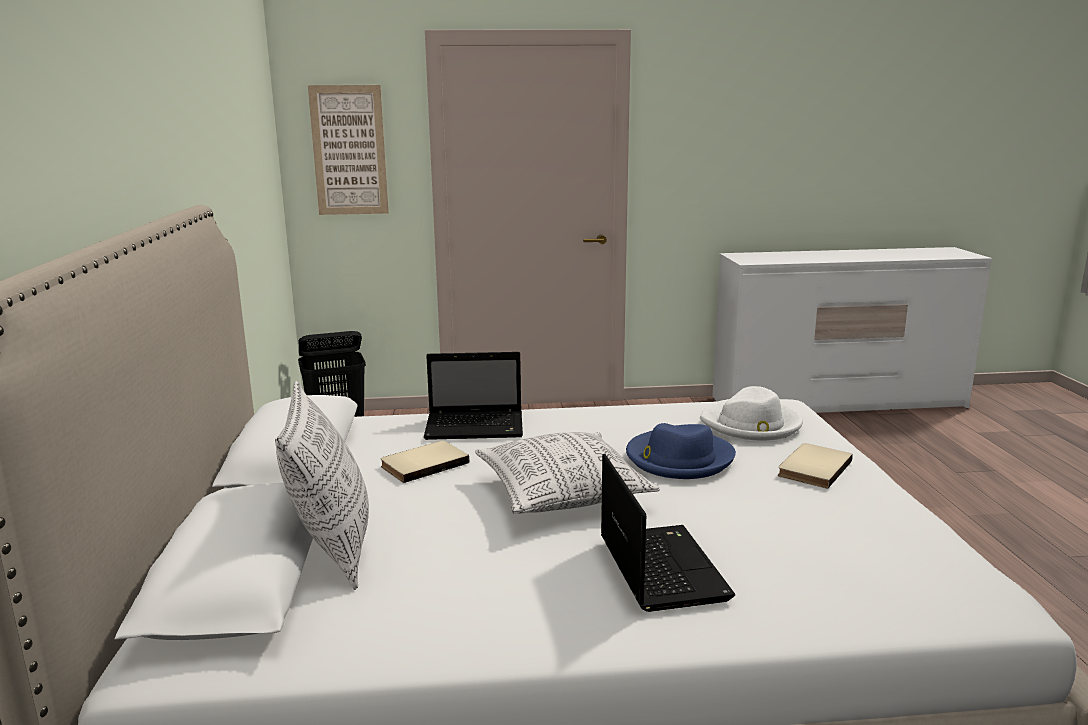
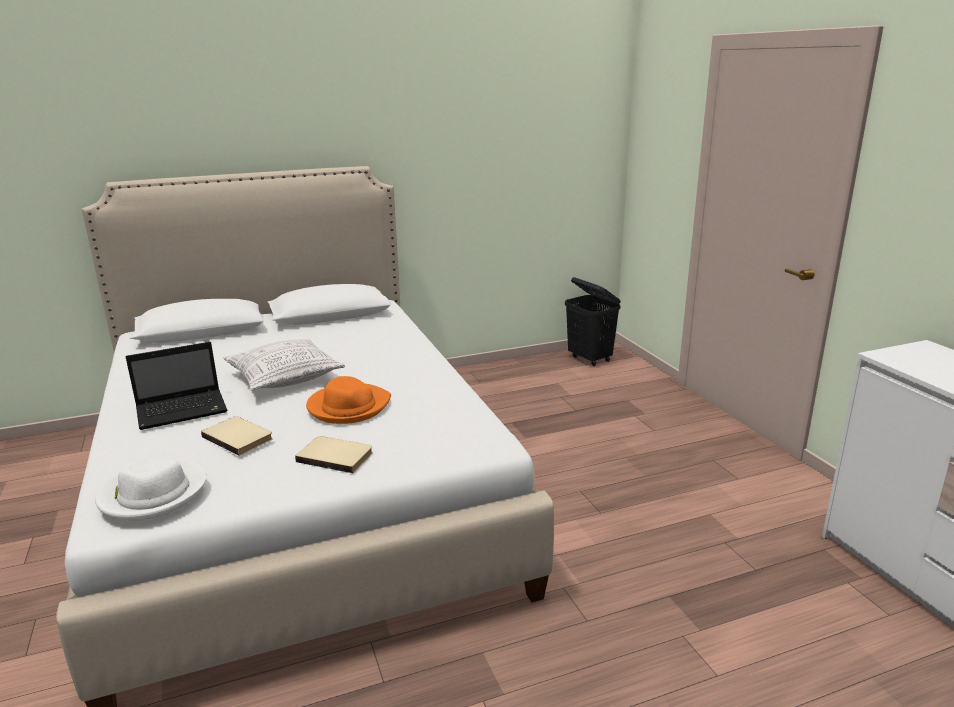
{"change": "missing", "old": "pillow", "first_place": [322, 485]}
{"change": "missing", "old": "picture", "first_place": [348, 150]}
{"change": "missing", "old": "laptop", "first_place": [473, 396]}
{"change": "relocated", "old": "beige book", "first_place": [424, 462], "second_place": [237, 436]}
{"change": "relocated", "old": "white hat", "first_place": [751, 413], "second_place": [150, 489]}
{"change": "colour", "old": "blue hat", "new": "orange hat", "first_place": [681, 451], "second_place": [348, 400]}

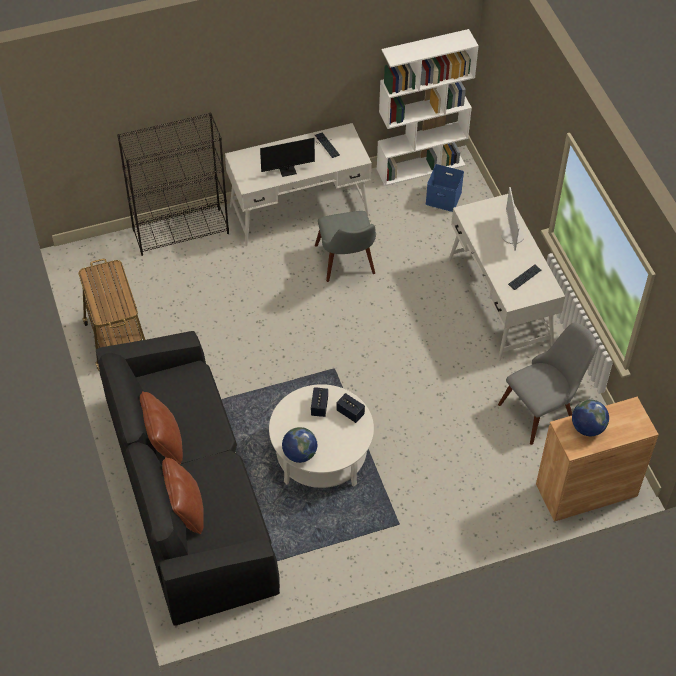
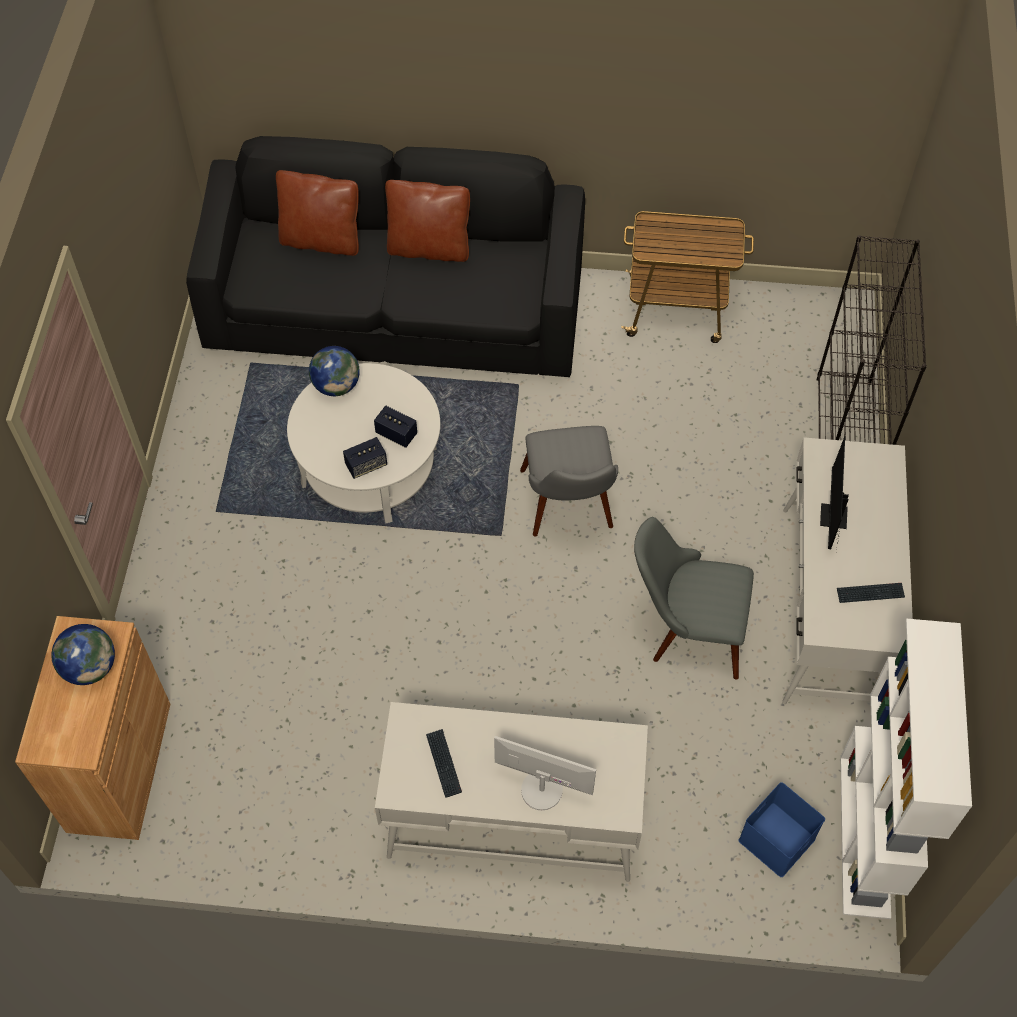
{"change": "relocated", "old": "grey chair", "first_place": [547, 383], "second_place": [569, 481]}

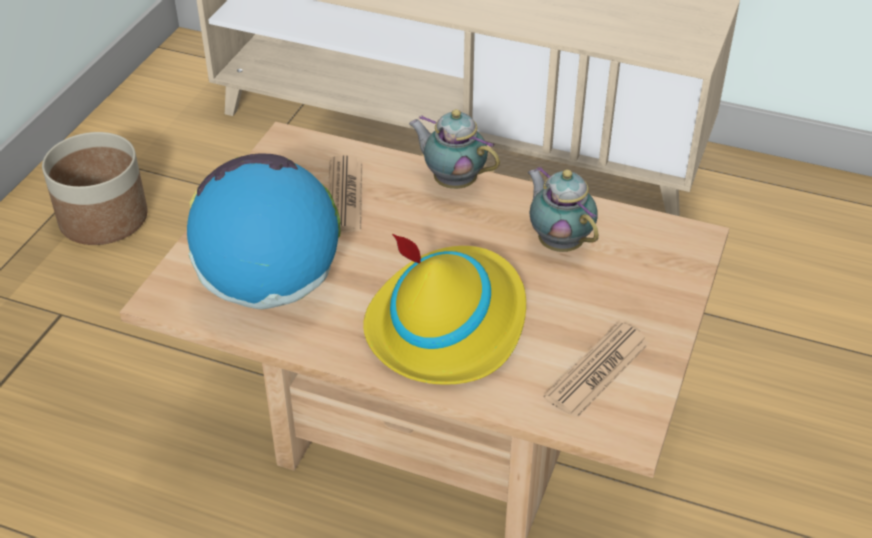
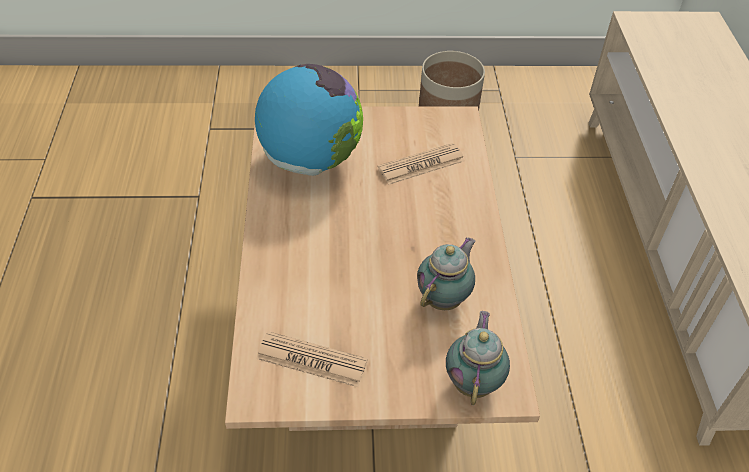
{"change": "missing", "old": "yellow hat", "first_place": [444, 309]}
{"change": "relocated", "old": "teapot", "first_place": [454, 149], "second_place": [478, 358]}

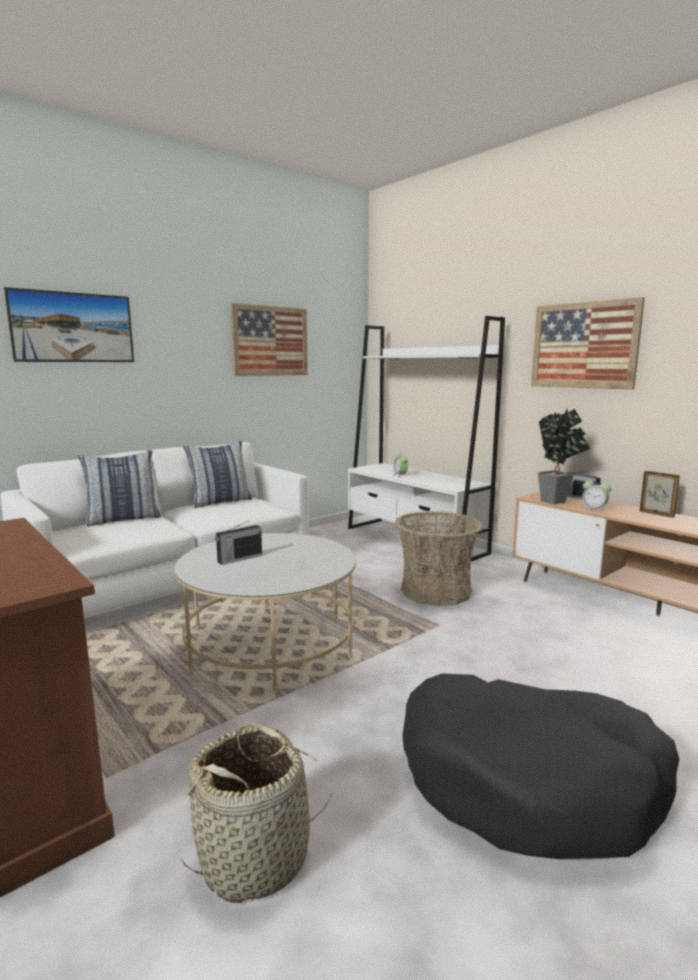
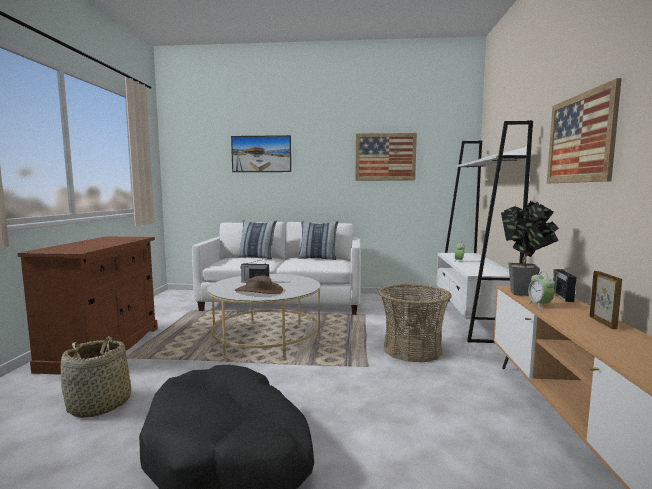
{"change": "appeared", "new": "brown hat", "second_place": [259, 284]}

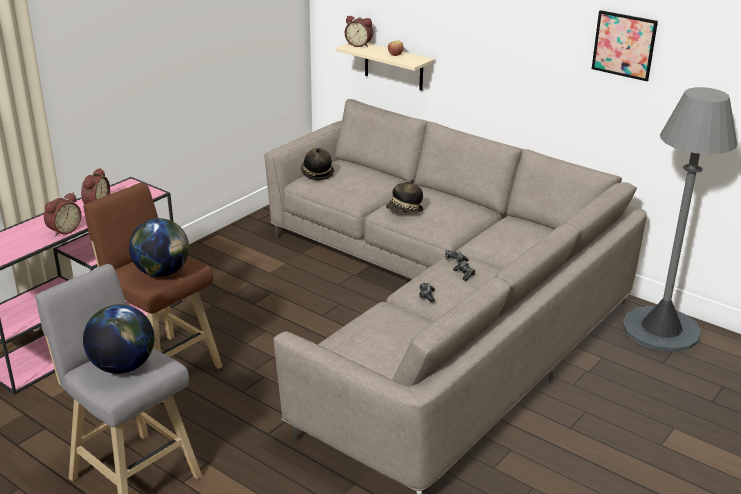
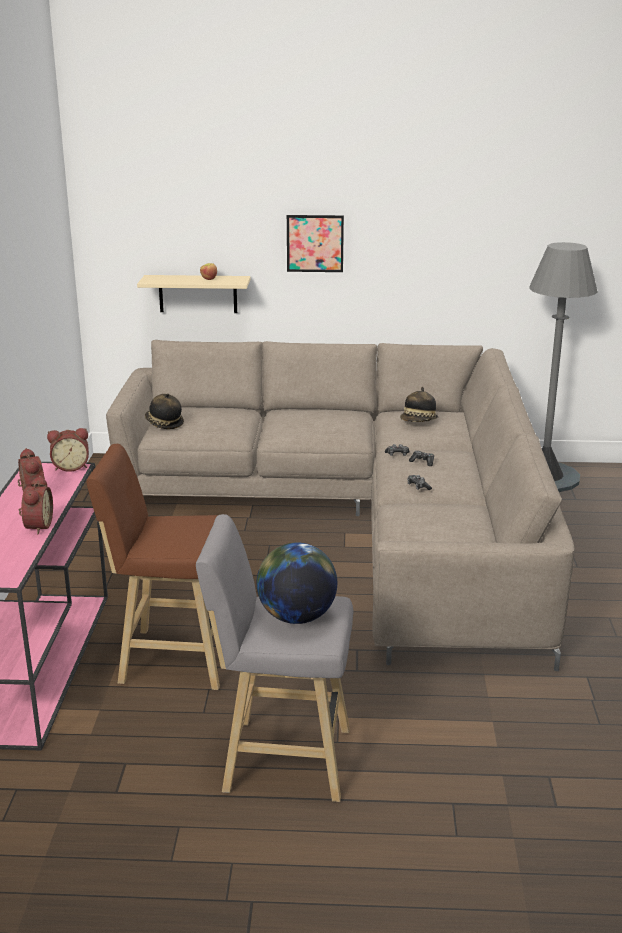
{"change": "missing", "old": "globe", "first_place": [159, 247]}
{"change": "relocated", "old": "alarm clock", "first_place": [359, 31], "second_place": [68, 450]}
{"change": "relocated", "old": "hat", "first_place": [404, 196], "second_place": [419, 404]}
{"change": "relocated", "old": "picture", "first_place": [625, 45], "second_place": [315, 243]}

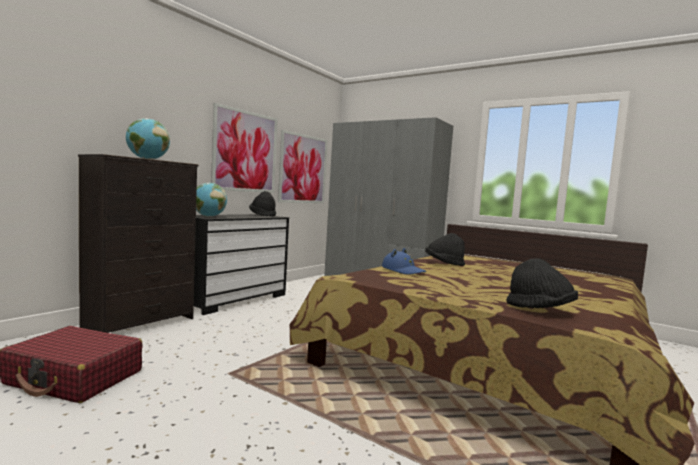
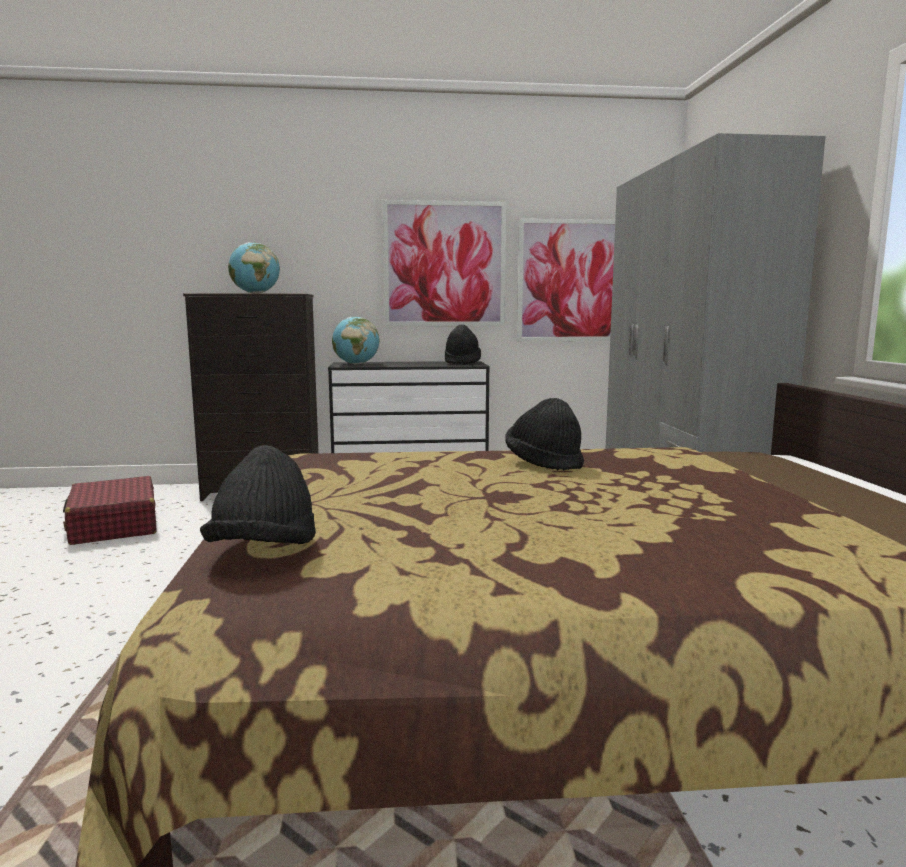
{"change": "missing", "old": "blue hat", "first_place": [404, 261]}

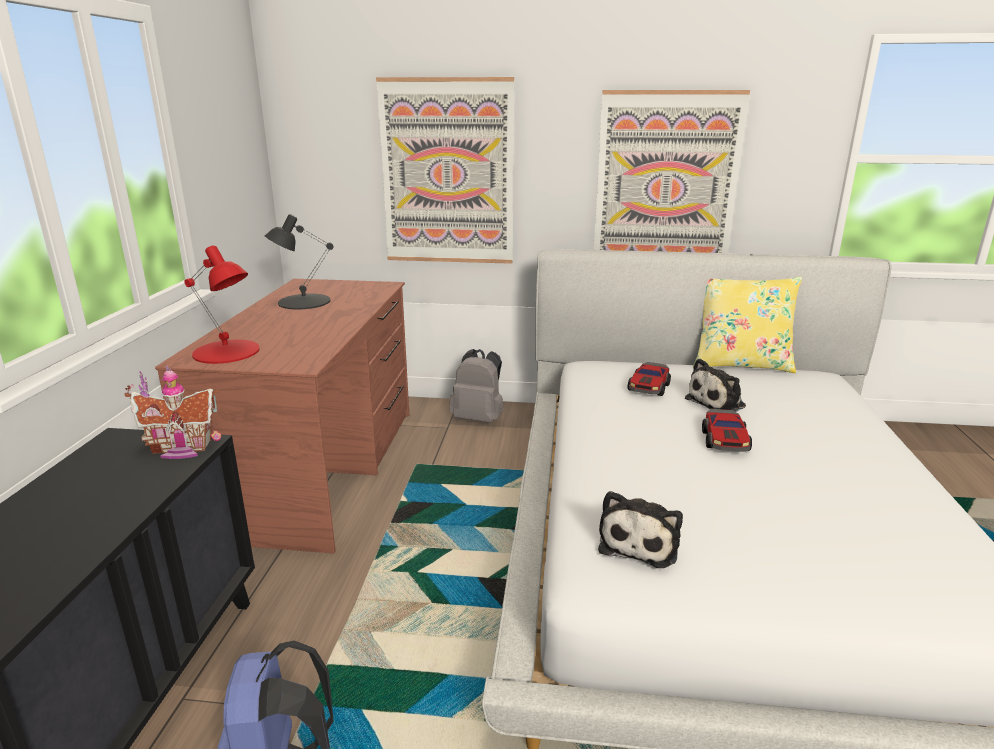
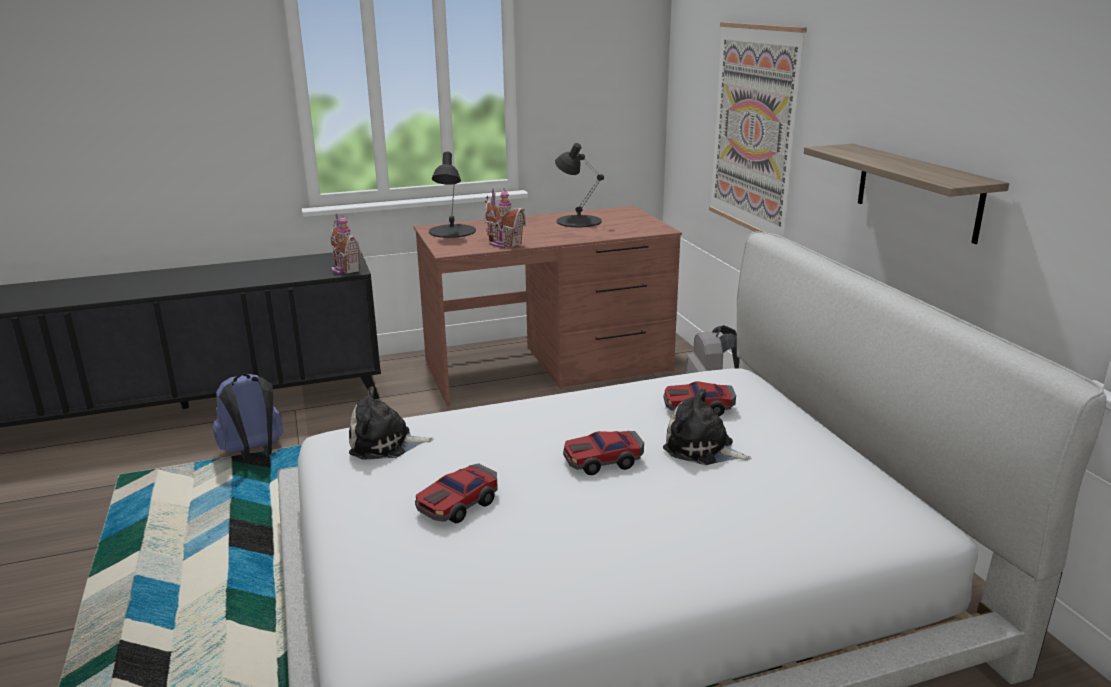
{"change": "missing", "old": "yellow pillow", "first_place": [747, 325]}
{"change": "appeared", "new": "toy car", "second_place": [456, 493]}
{"change": "appeared", "new": "toy house", "second_place": [505, 218]}
{"change": "exchanged", "old": "picture", "new": "shelf", "first_place": [671, 171], "second_place": [906, 194]}
{"change": "colour", "old": "red table lamp", "new": "black table lamp", "first_place": [222, 304], "second_place": [452, 194]}

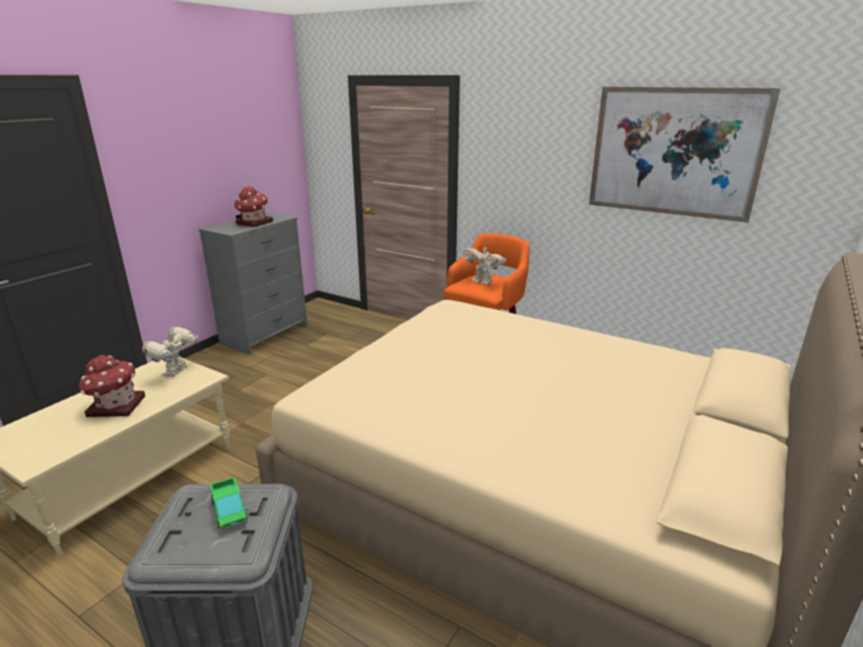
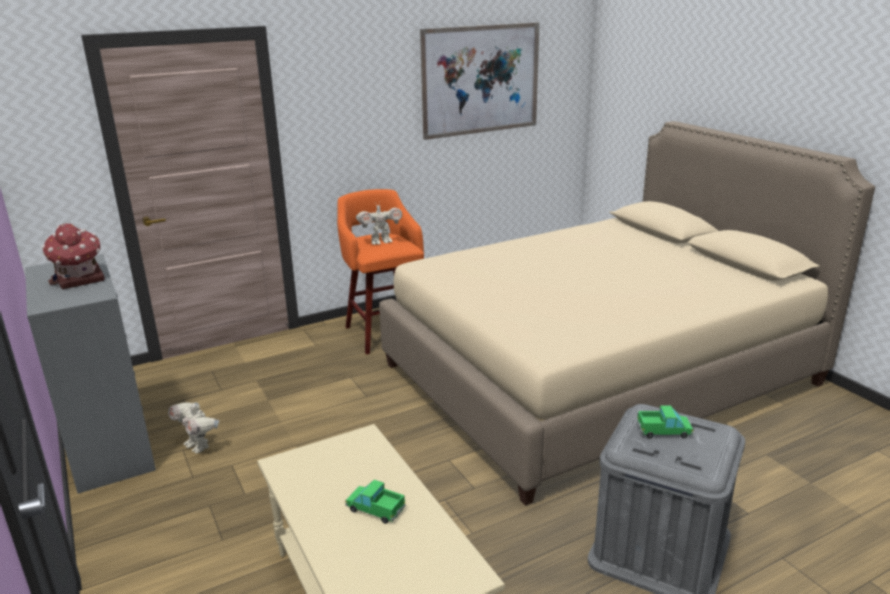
{"change": "relocated", "old": "toy robot", "first_place": [170, 352], "second_place": [193, 427]}
{"change": "exchanged", "old": "toy house", "new": "toy truck", "first_place": [112, 386], "second_place": [375, 502]}

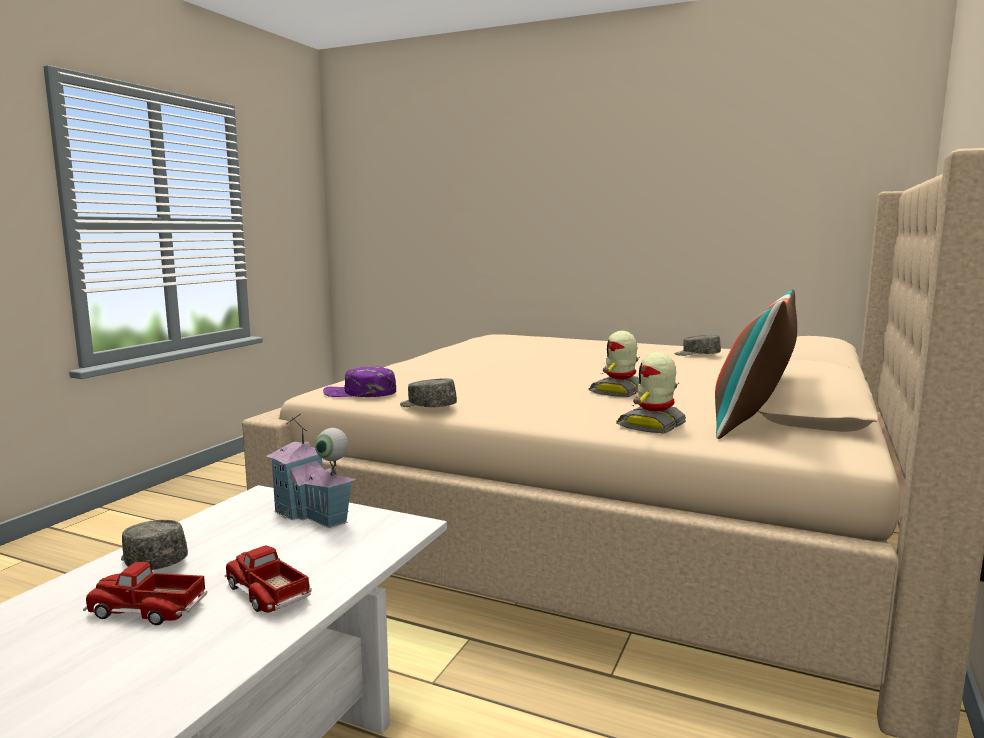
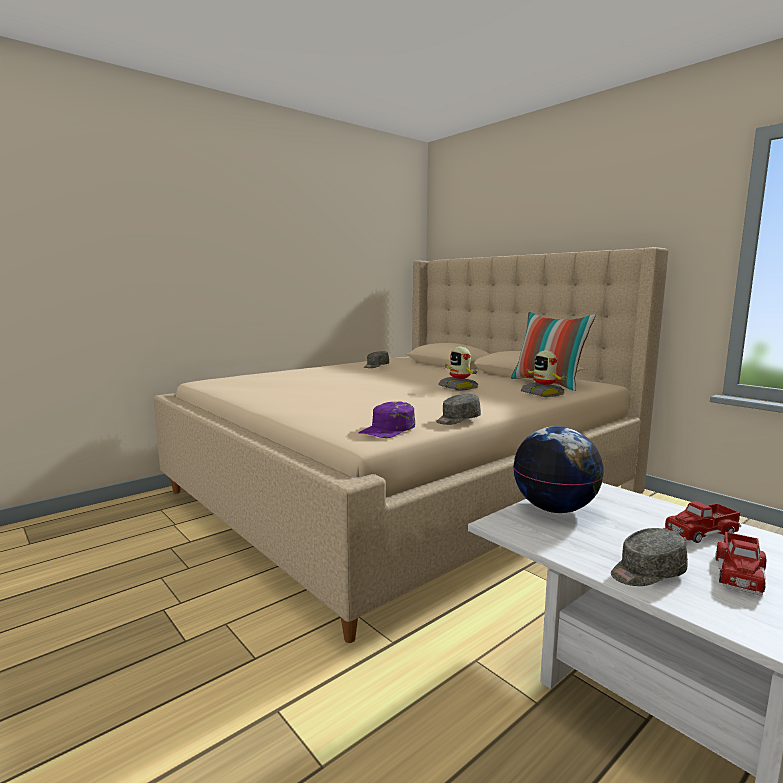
{"change": "exchanged", "old": "toy house", "new": "globe", "first_place": [311, 471], "second_place": [558, 469]}

